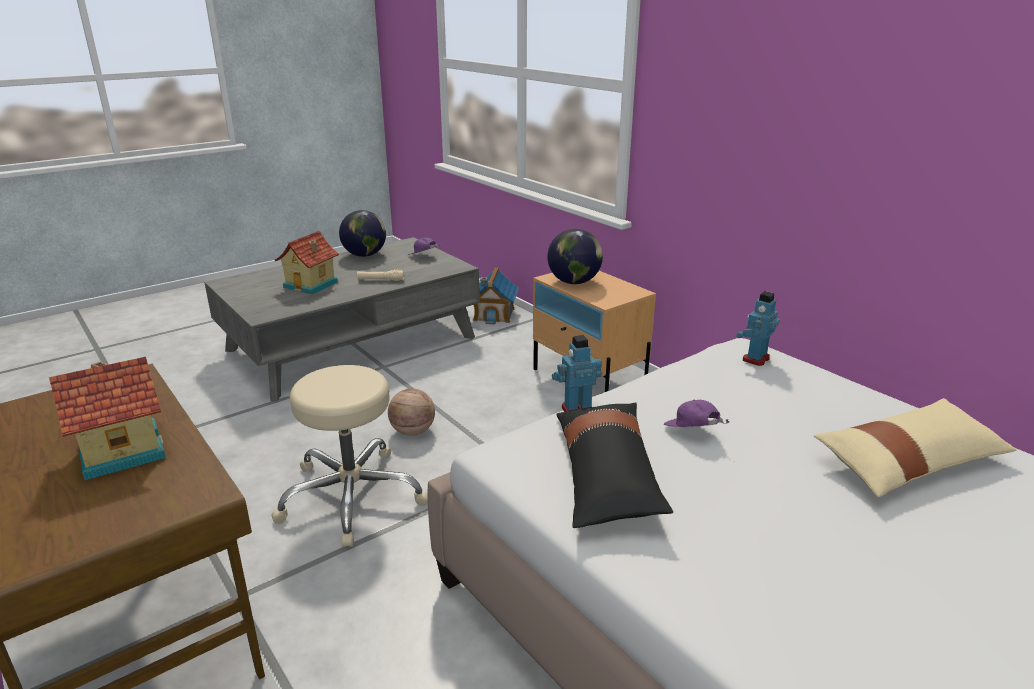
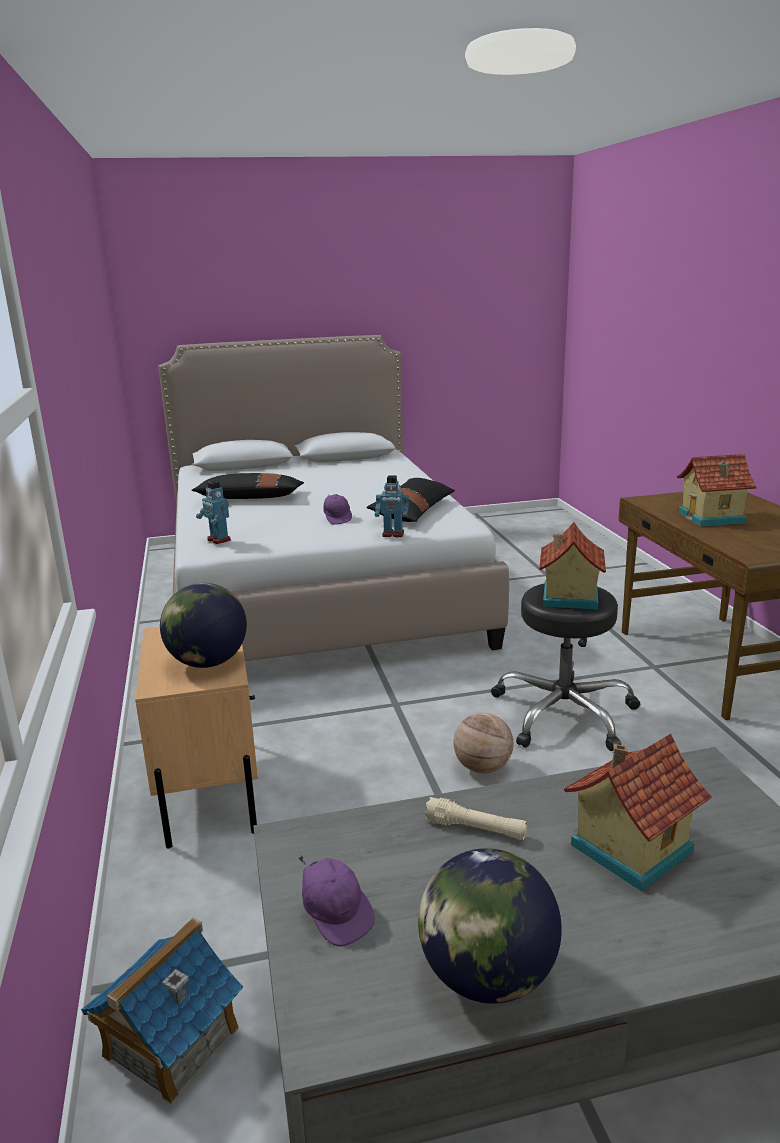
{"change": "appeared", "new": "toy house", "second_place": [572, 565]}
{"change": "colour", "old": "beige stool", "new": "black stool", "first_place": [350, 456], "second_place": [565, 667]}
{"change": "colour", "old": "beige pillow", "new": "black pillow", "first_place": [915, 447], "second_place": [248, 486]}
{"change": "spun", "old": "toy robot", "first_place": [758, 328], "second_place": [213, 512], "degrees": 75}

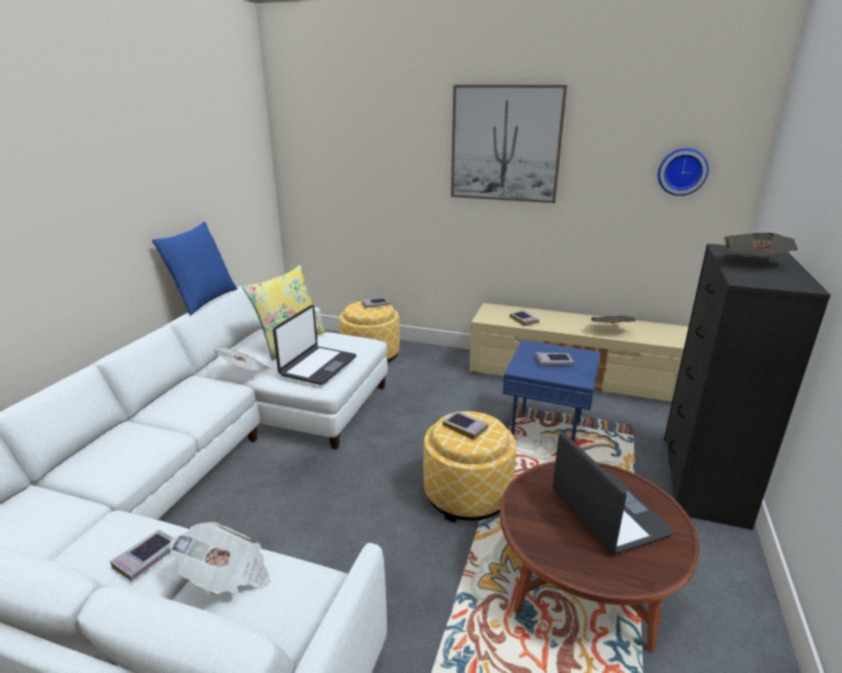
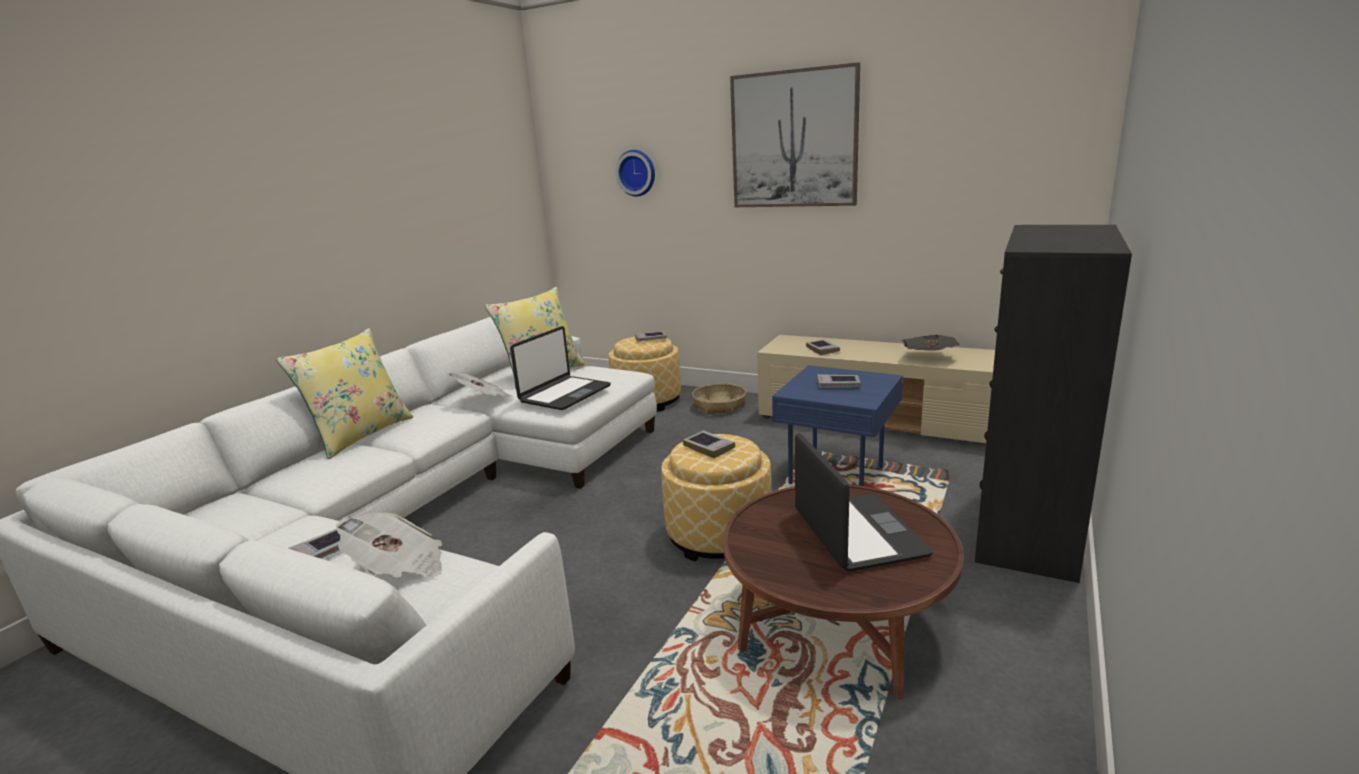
{"change": "missing", "old": "blue pillow", "first_place": [194, 268]}
{"change": "missing", "old": "newspaper", "first_place": [761, 244]}
{"change": "appeared", "new": "yellow pillow", "second_place": [344, 393]}
{"change": "appeared", "new": "basket", "second_place": [719, 398]}
{"change": "relocated", "old": "wall clock", "first_place": [683, 172], "second_place": [635, 173]}

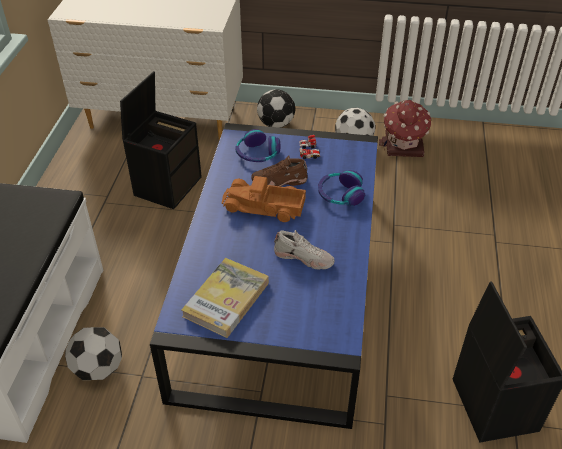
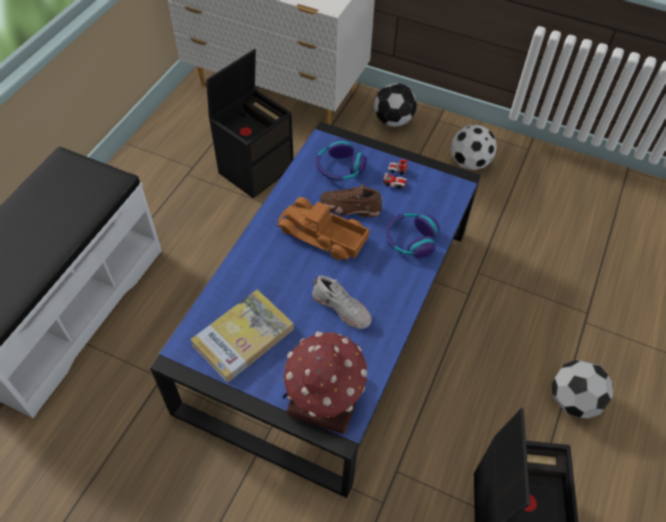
{"change": "relocated", "old": "football", "first_place": [93, 353], "second_place": [582, 389]}
{"change": "relocated", "old": "toy house", "first_place": [405, 128], "second_place": [325, 382]}

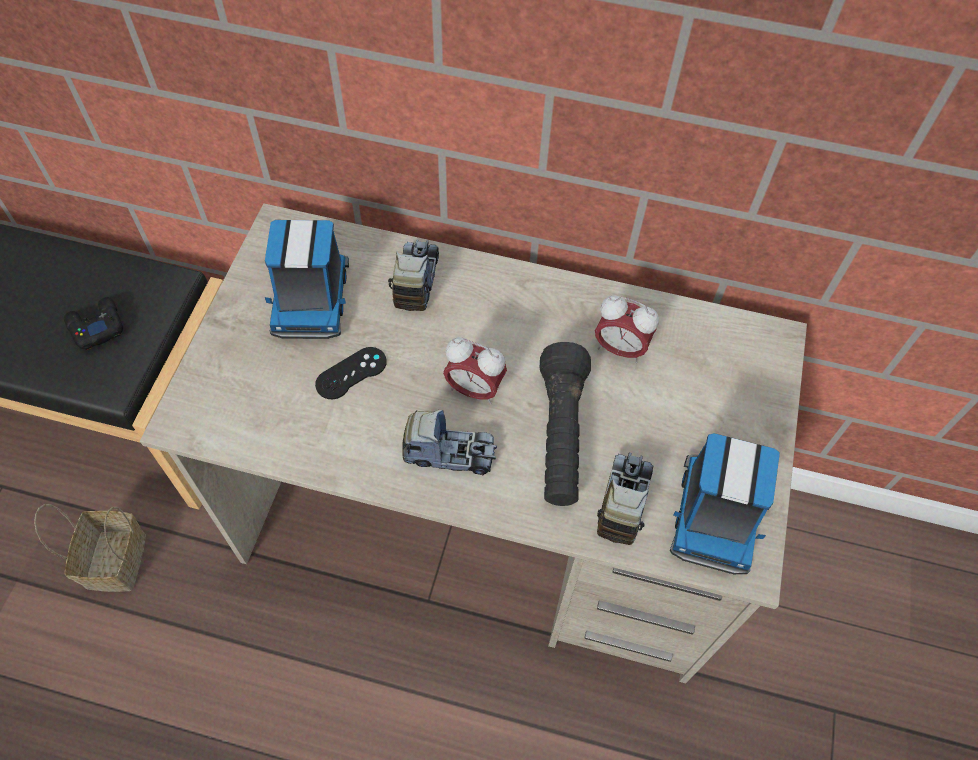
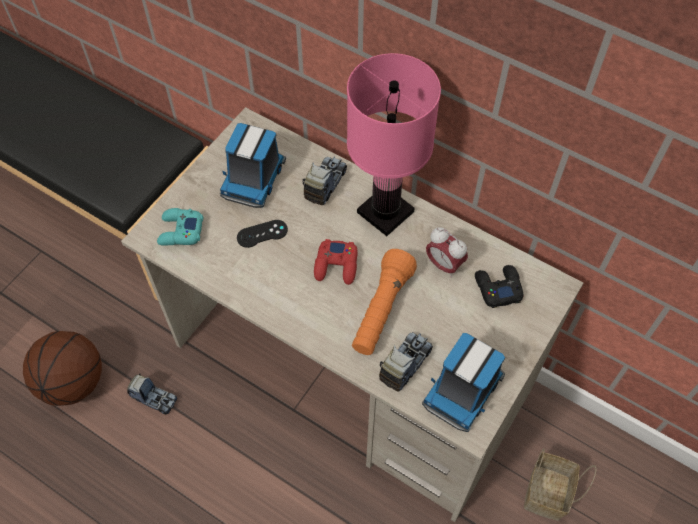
{"change": "appeared", "new": "basketball", "second_place": [62, 368]}
{"change": "appeared", "new": "turquoise game controller", "second_place": [180, 226]}
{"change": "appeared", "new": "pink table lamp", "second_place": [394, 144]}
{"change": "relocated", "old": "basket", "first_place": [90, 548], "second_place": [560, 484]}
{"change": "relocated", "old": "black game controller", "first_place": [93, 323], "second_place": [499, 286]}
{"change": "relocated", "old": "toy truck", "first_place": [449, 442], "second_place": [152, 394]}
{"change": "exchanged", "old": "alarm clock", "new": "red game controller", "first_place": [475, 371], "second_place": [336, 262]}
{"change": "colour", "old": "black flashlight", "new": "orange flashlight", "first_place": [565, 424], "second_place": [384, 302]}

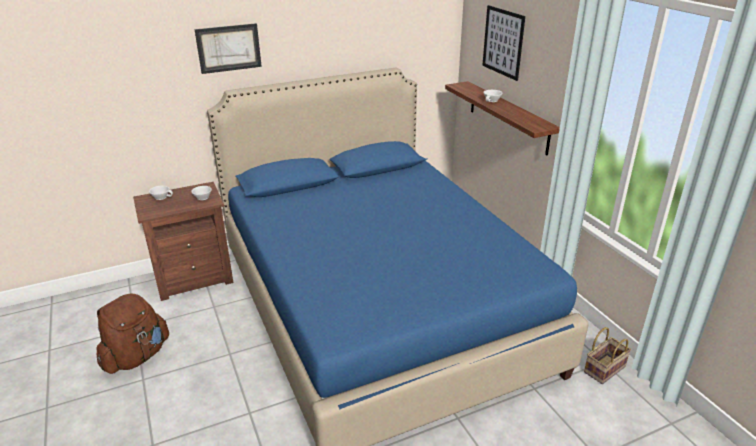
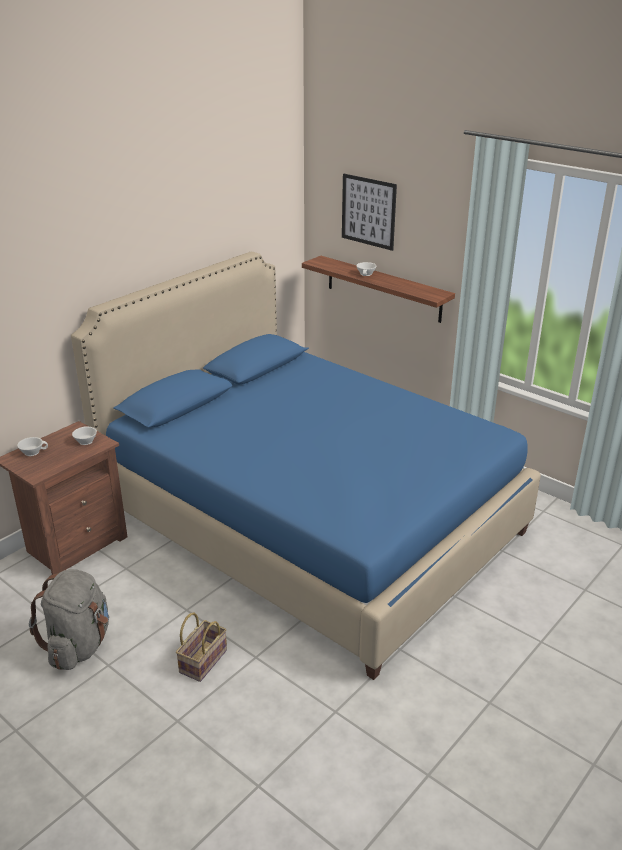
{"change": "missing", "old": "picture", "first_place": [228, 48]}
{"change": "relocated", "old": "basket", "first_place": [607, 355], "second_place": [201, 647]}
{"change": "colour", "old": "brown backpack", "new": "grey backpack", "first_place": [132, 333], "second_place": [69, 619]}

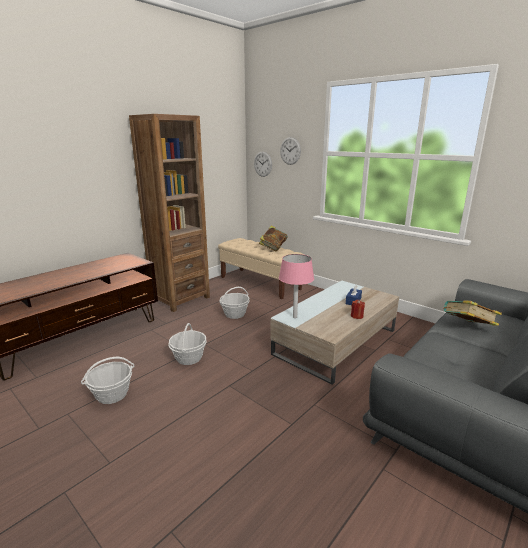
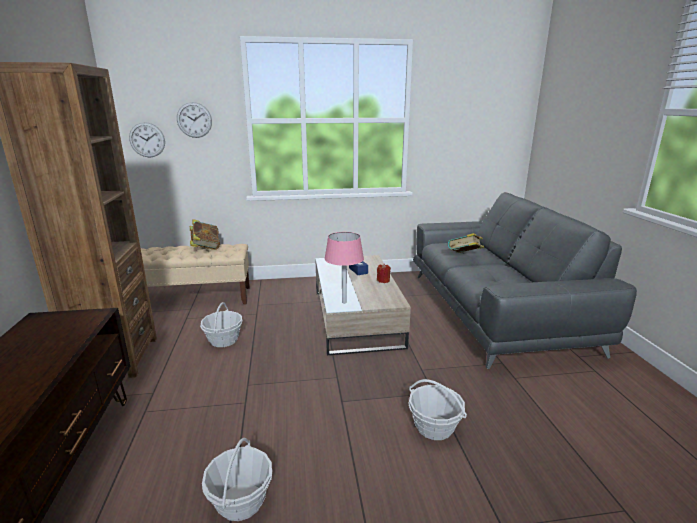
{"change": "relocated", "old": "basket", "first_place": [187, 344], "second_place": [438, 409]}

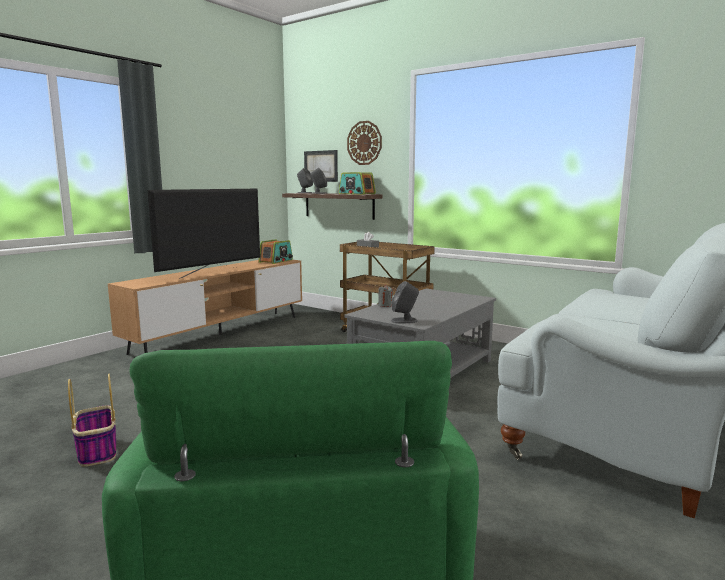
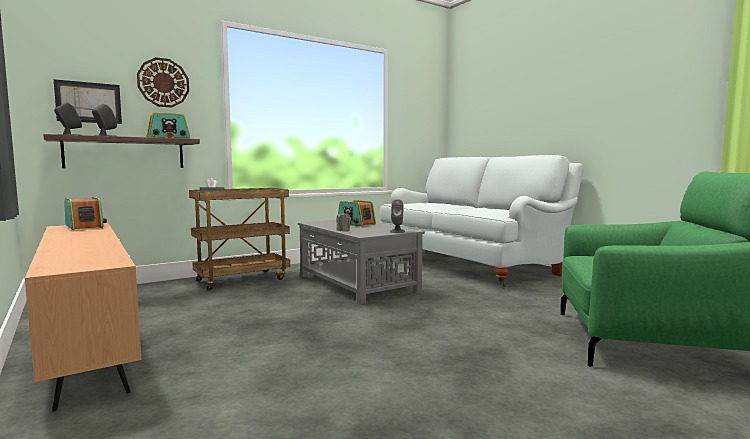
{"change": "missing", "old": "basket", "first_place": [92, 420]}
{"change": "missing", "old": "television", "first_place": [204, 234]}
{"change": "appeared", "new": "radio", "second_place": [357, 213]}

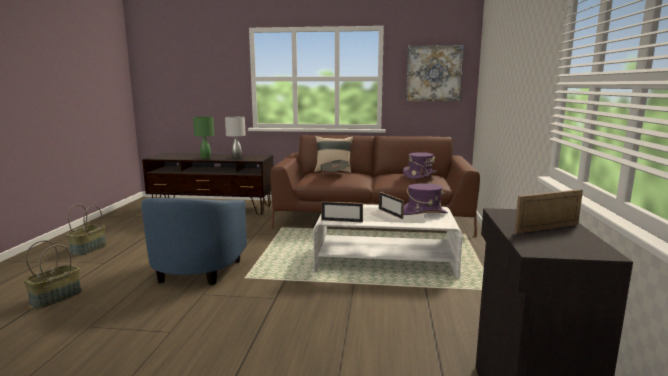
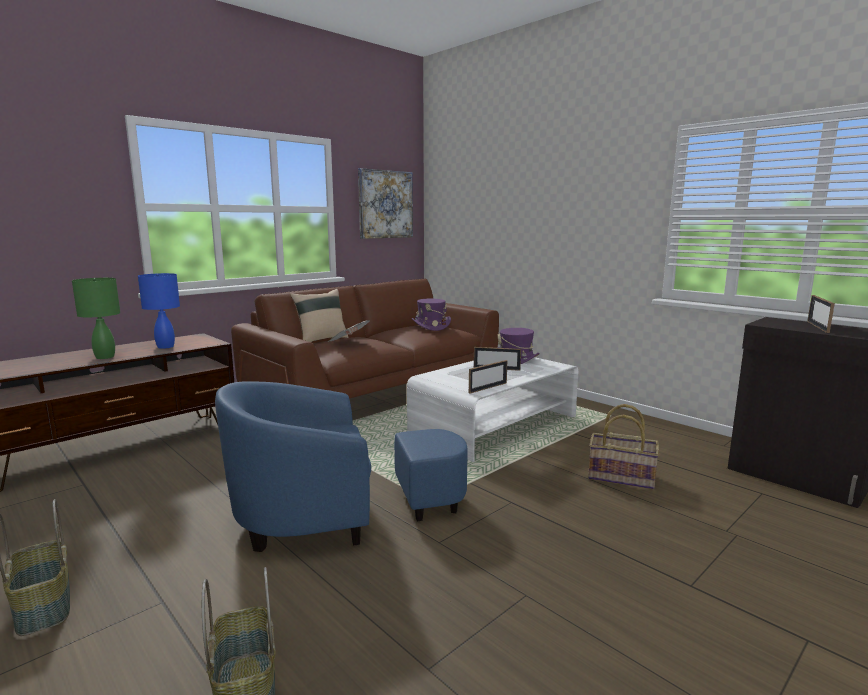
{"change": "appeared", "new": "basket", "second_place": [623, 446]}
{"change": "colour", "old": "grey table lamp", "new": "blue table lamp", "first_place": [235, 138], "second_place": [159, 311]}
{"change": "spun", "old": "blue armchair", "first_place": [194, 241], "second_place": [341, 467], "degrees": 120}

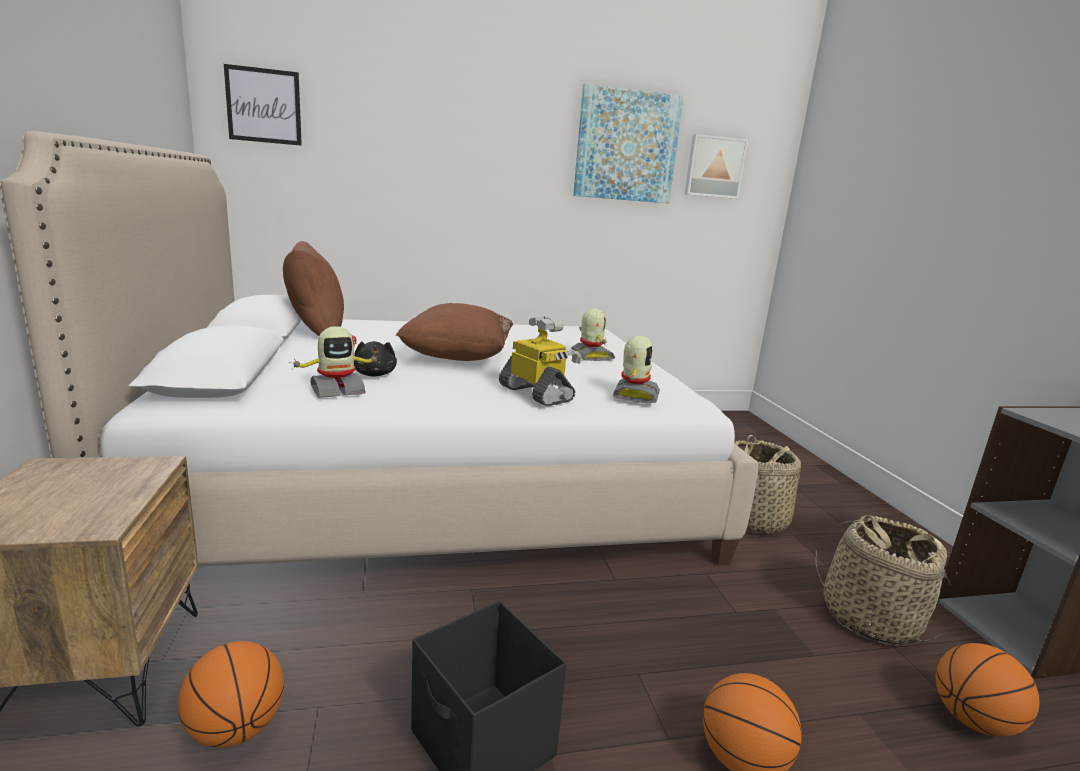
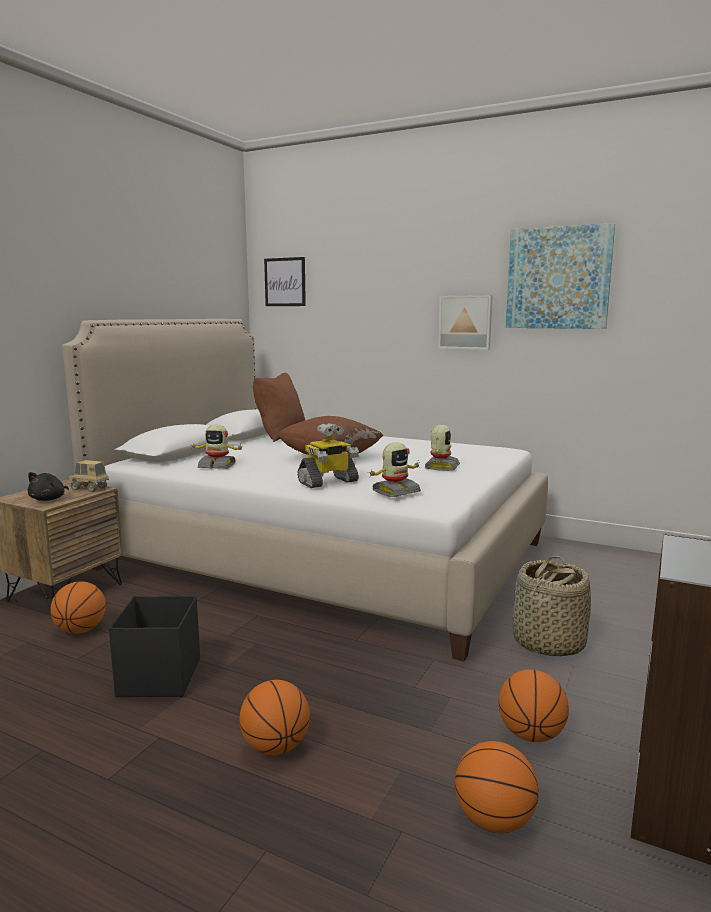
{"change": "appeared", "new": "toy truck", "second_place": [89, 476]}
{"change": "relocated", "old": "black plush toy", "first_place": [375, 359], "second_place": [48, 486]}
{"change": "relocated", "old": "picture", "first_place": [716, 166], "second_place": [465, 322]}
{"change": "exchanged", "old": "basket", "new": "basketball", "first_place": [883, 580], "second_place": [534, 705]}
{"change": "spun", "old": "toy robot", "first_place": [540, 360], "second_place": [328, 455], "degrees": 60}

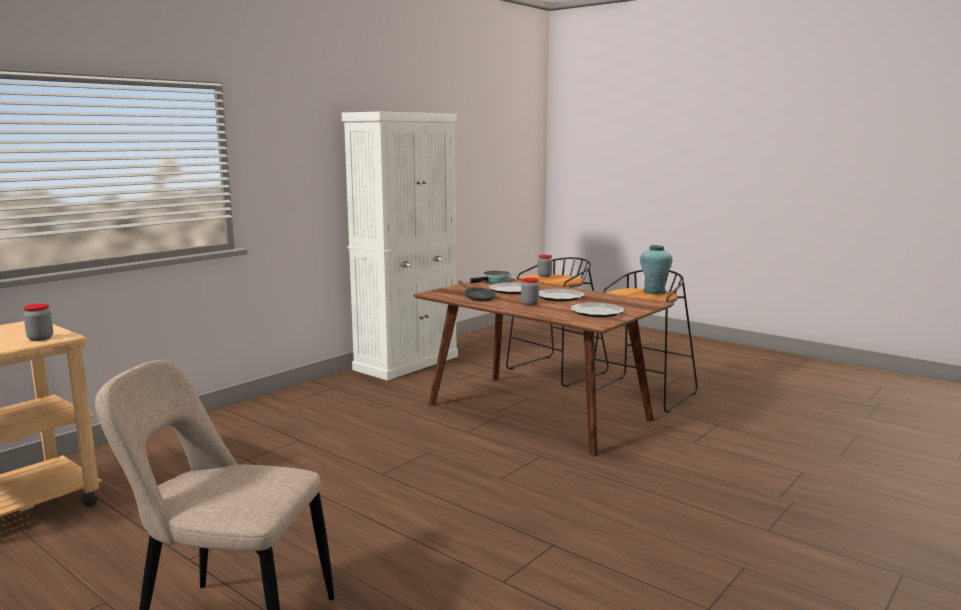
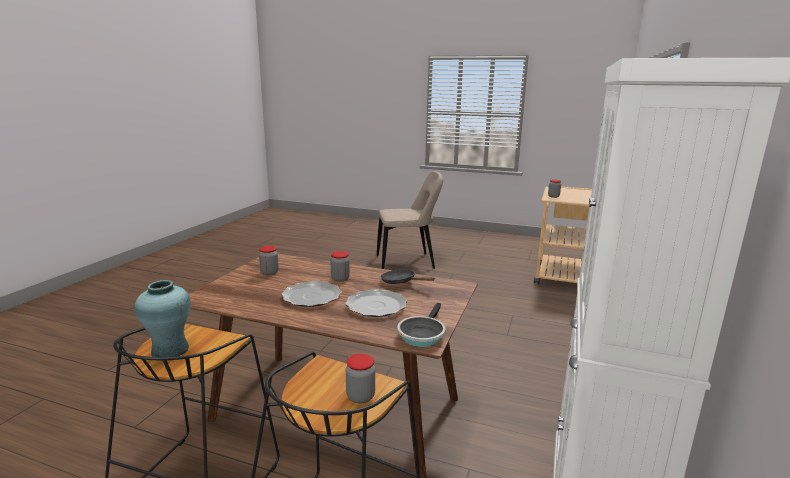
{"change": "exchanged", "old": "plate", "new": "jar", "first_place": [598, 309], "second_place": [269, 260]}

